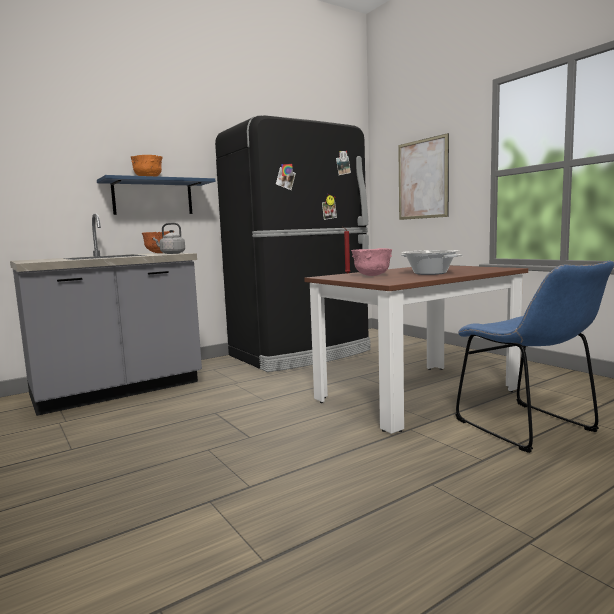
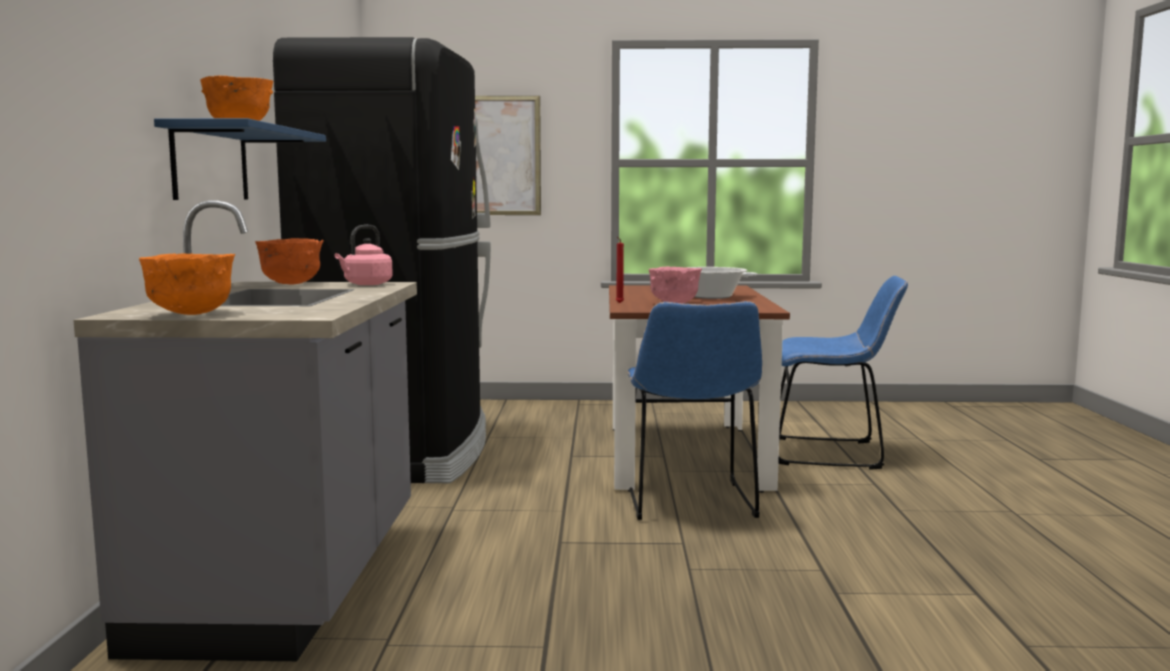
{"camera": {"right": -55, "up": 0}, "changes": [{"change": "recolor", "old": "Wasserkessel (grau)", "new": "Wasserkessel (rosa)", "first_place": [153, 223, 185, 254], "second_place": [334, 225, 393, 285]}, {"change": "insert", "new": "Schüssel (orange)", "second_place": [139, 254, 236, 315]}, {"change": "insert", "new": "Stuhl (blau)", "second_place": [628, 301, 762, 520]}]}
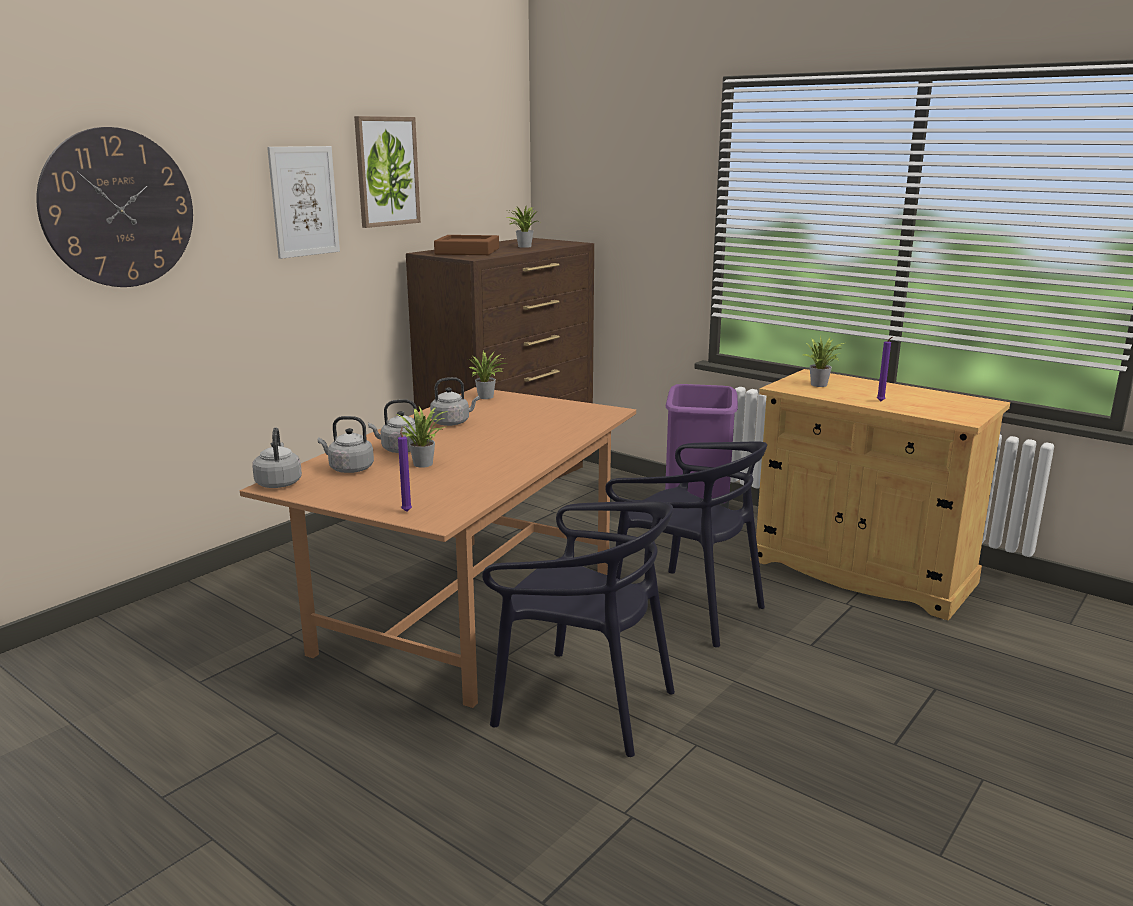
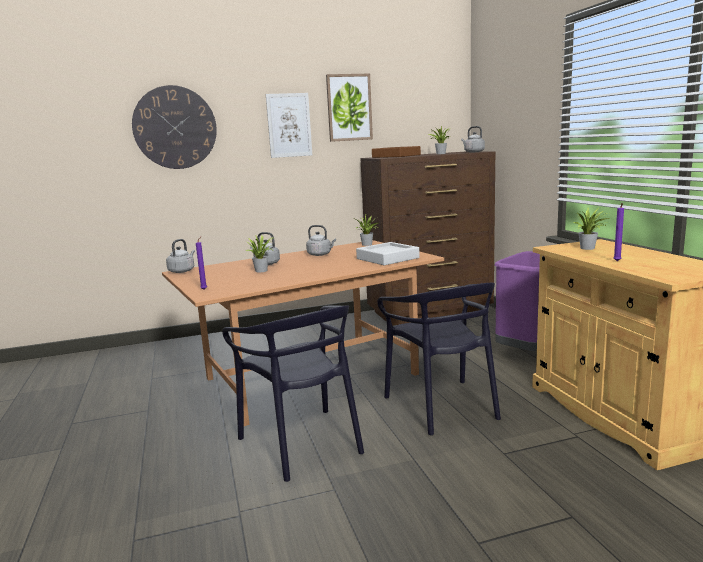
{"camera": {"right": 35, "up": -5}, "changes": [{"change": "move", "old": "Wasserkessel (grau)", "first_place": [318, 416, 374, 473], "second_place": [461, 126, 485, 153]}, {"change": "insert", "new": "Tablett (grau)", "second_place": [356, 242, 420, 265]}]}
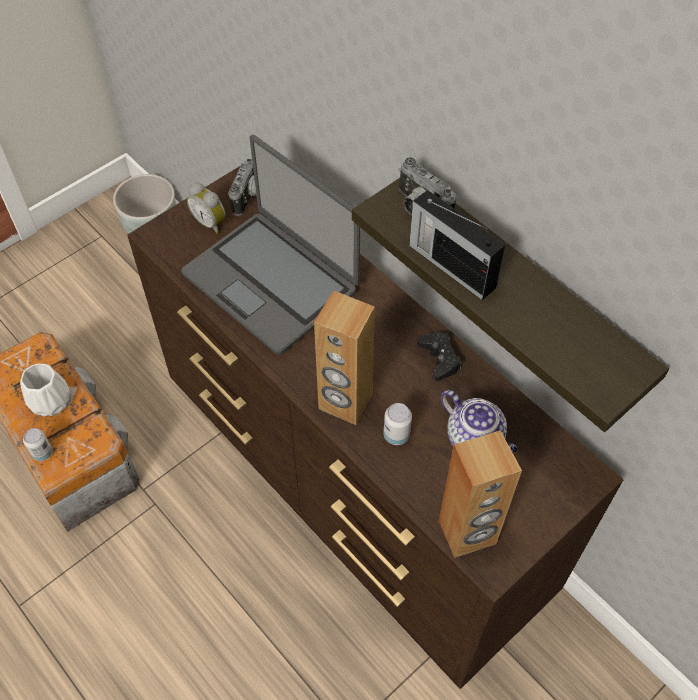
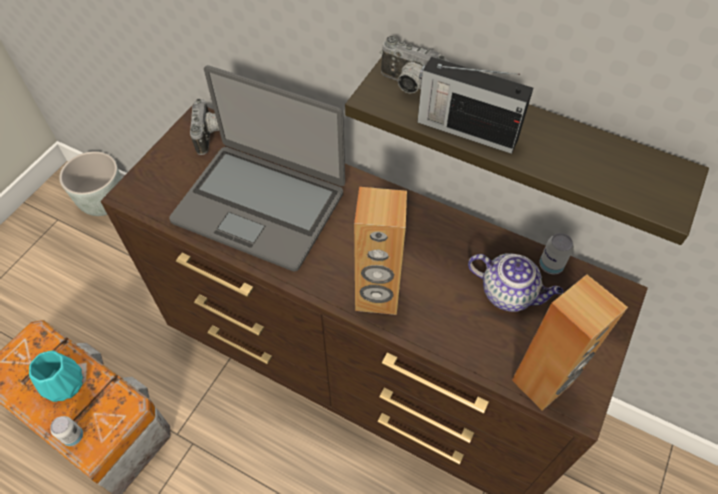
{"camera": {"right": -20, "up": 0}, "changes": [{"change": "delete", "old": "Wecker", "first_place": [187, 182, 225, 234]}, {"change": "delete", "old": "Gamepad (schwarz)", "first_place": [417, 332, 461, 381]}, {"change": "recolor", "old": "Vase (weiß)", "new": "Vase (türkis)", "first_place": [20, 363, 70, 416], "second_place": [29, 351, 83, 402]}, {"change": "move", "old": "Dose", "first_place": [383, 403, 412, 445], "second_place": [539, 233, 574, 274]}]}
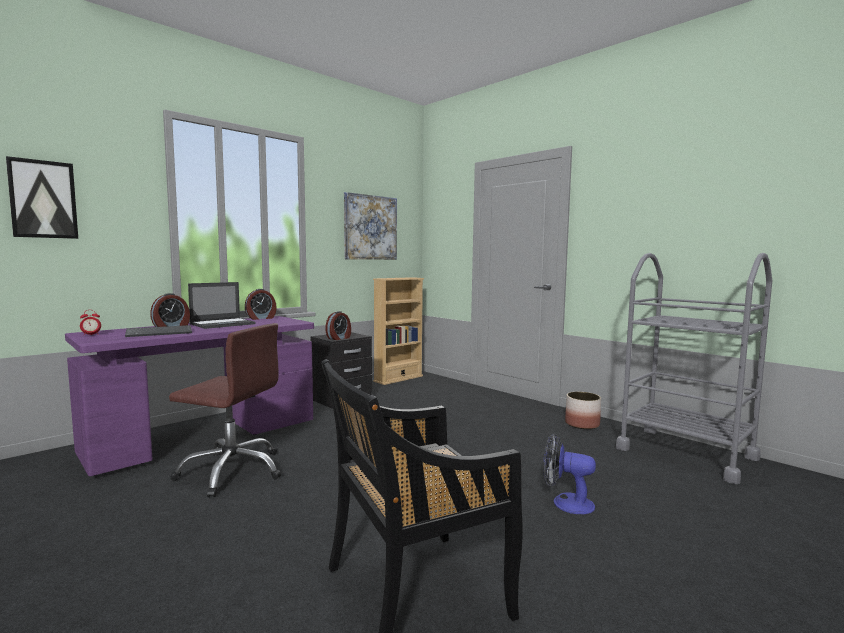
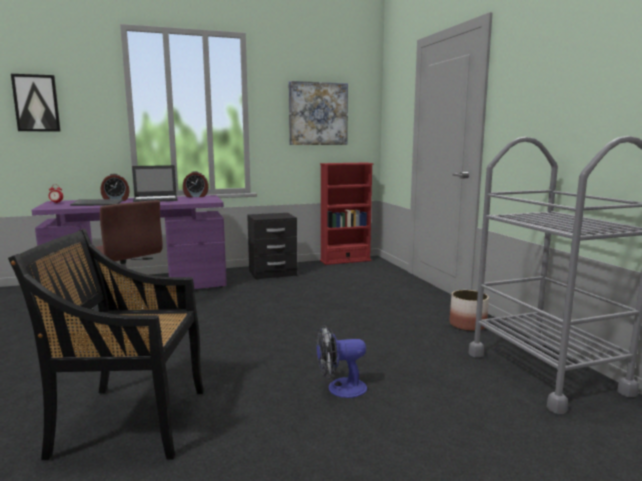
{"camera": {"right": 25, "up": 5}, "changes": [{"change": "recolor", "old": "Bücherregal (beige)", "new": "Bücherregal (rot)", "first_place": [373, 277, 424, 385], "second_place": [320, 163, 374, 265]}, {"change": "delete", "old": "Wecker", "first_place": [325, 311, 351, 340]}, {"change": "rotate", "old": "Ventilator", "first_place": [543, 433, 596, 514], "second_place": [316, 325, 367, 398], "degrees": -60}]}
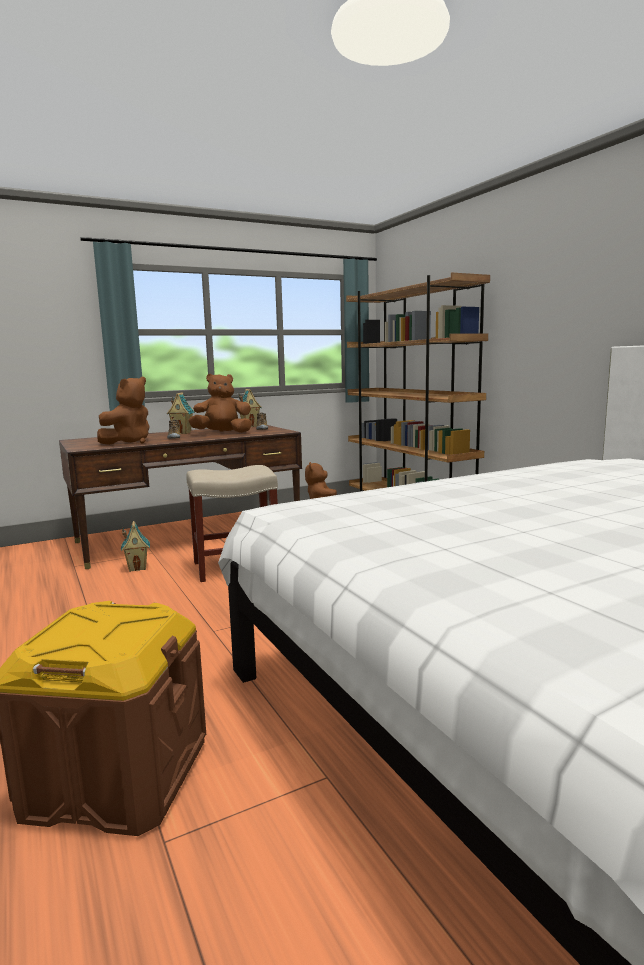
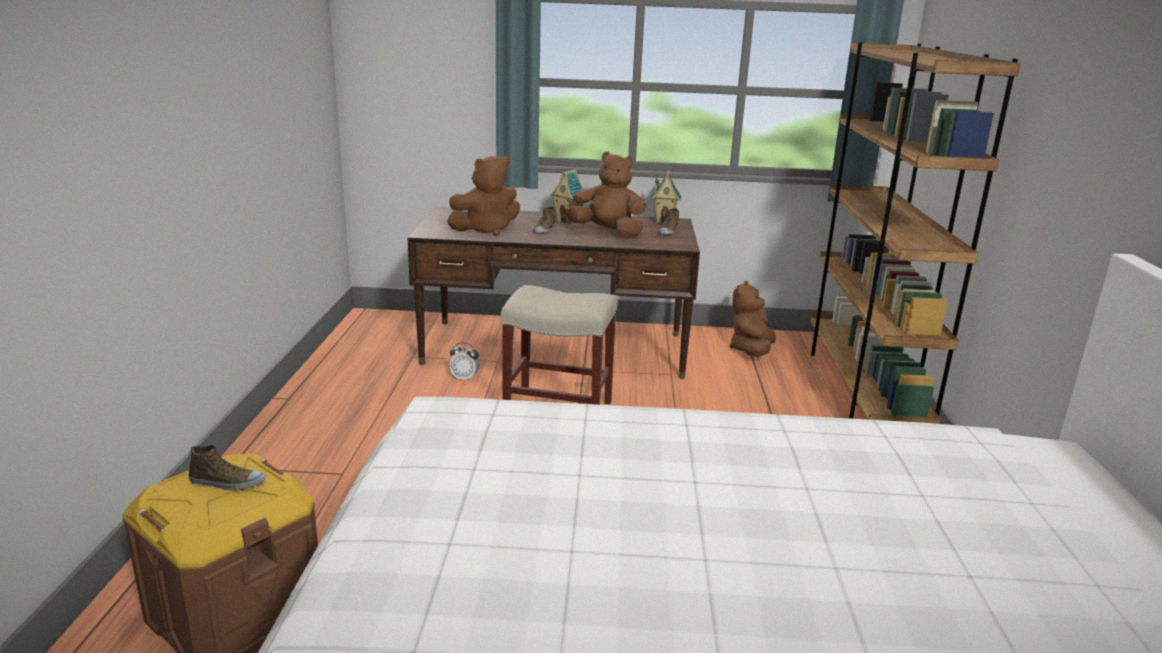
{"camera": {"right": 30, "up": 10}, "changes": [{"change": "replace", "old": "Spielzeughaus", "new": "Wecker", "first_place": [121, 521, 150, 572], "second_place": [449, 342, 480, 382]}, {"change": "insert", "new": "Schuh", "second_place": [189, 445, 265, 490]}]}
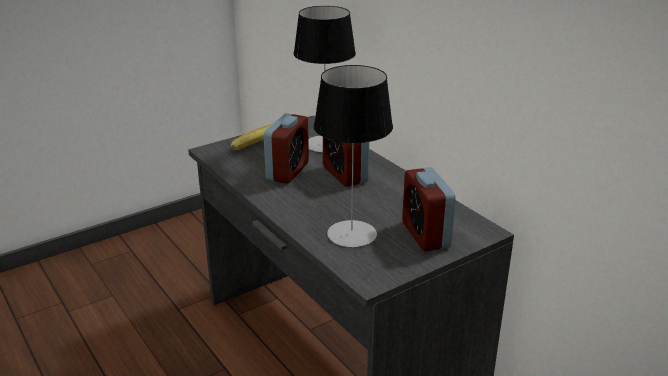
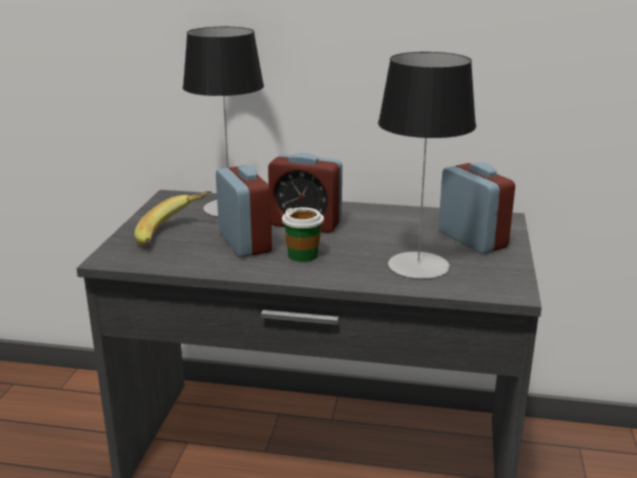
{"camera": {"right": -45, "up": -5}, "changes": [{"change": "rotate", "old": "Wecker", "first_place": [402, 167, 456, 251], "second_place": [438, 162, 515, 254], "degrees": -150}, {"change": "insert", "new": "Tasse", "second_place": [282, 207, 324, 262]}]}
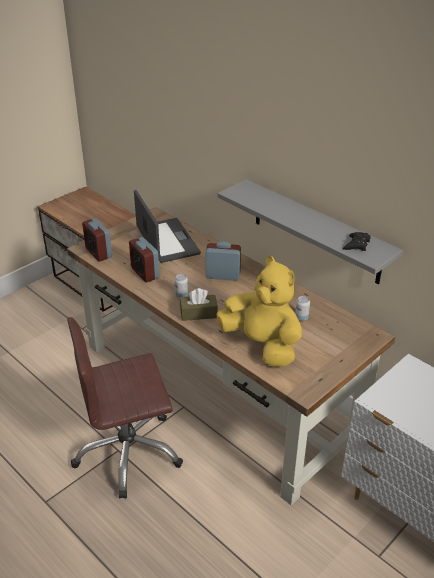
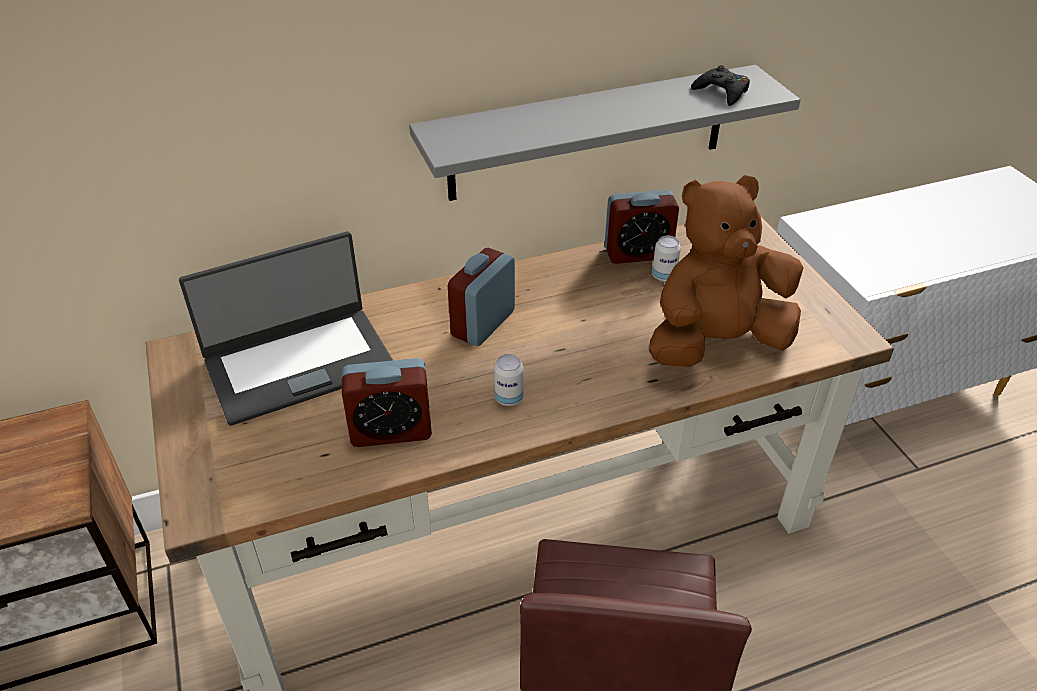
{"camera": {"right": -65, "up": 5}, "changes": [{"change": "rotate", "old": "Laptop", "first_place": [134, 190, 201, 263], "second_place": [179, 232, 393, 426], "degrees": 150}, {"change": "move", "old": "Wecker", "first_place": [82, 218, 112, 261], "second_place": [605, 190, 679, 264]}, {"change": "recolor", "old": "Plüschtier (gelb)", "new": "Plüschtier (braun)", "first_place": [216, 256, 302, 367], "second_place": [649, 175, 804, 367]}, {"change": "delete", "old": "Taschentuchbox (braun)", "first_place": [180, 288, 218, 321]}]}
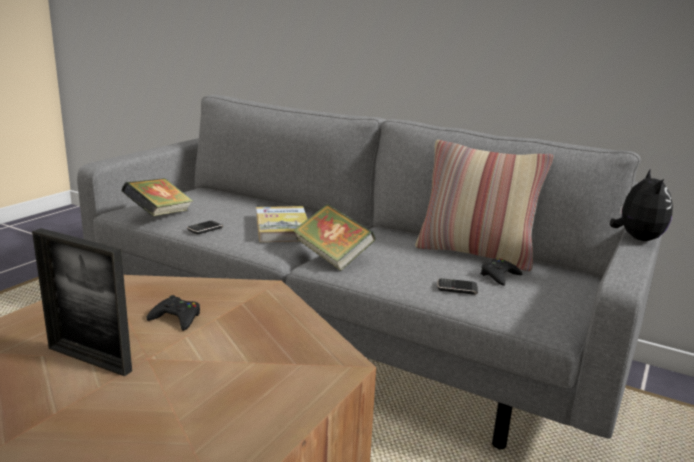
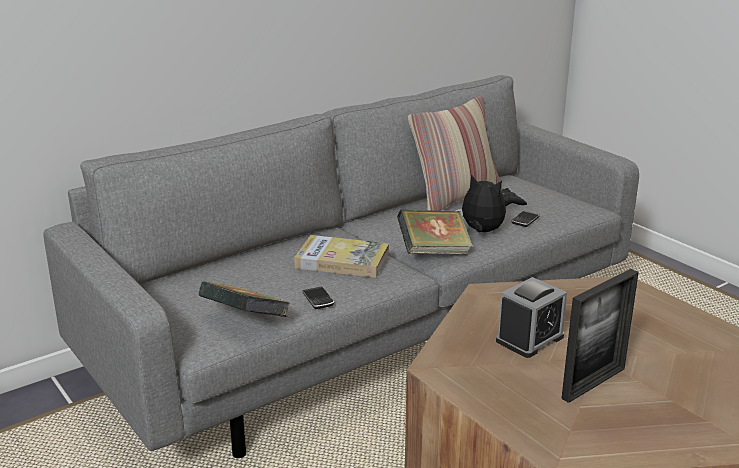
{"camera": {"right": -65, "up": 5}, "changes": [{"change": "move", "old": "Plüschtier", "first_place": [610, 169, 673, 241], "second_place": [454, 174, 506, 232]}, {"change": "replace", "old": "Gamepad (schwarz)", "new": "Wecker", "first_place": [146, 295, 200, 331], "second_place": [496, 277, 567, 358]}]}
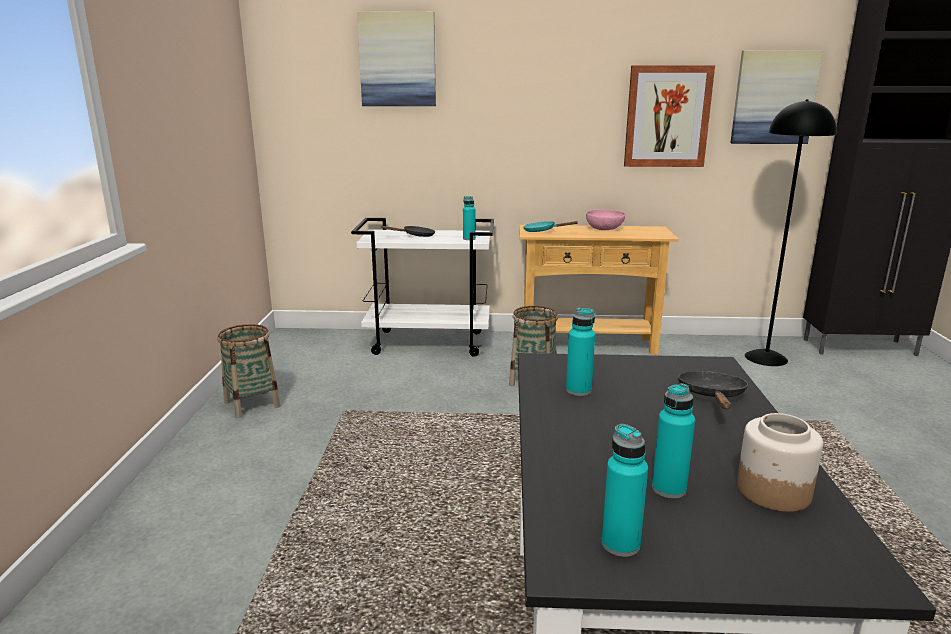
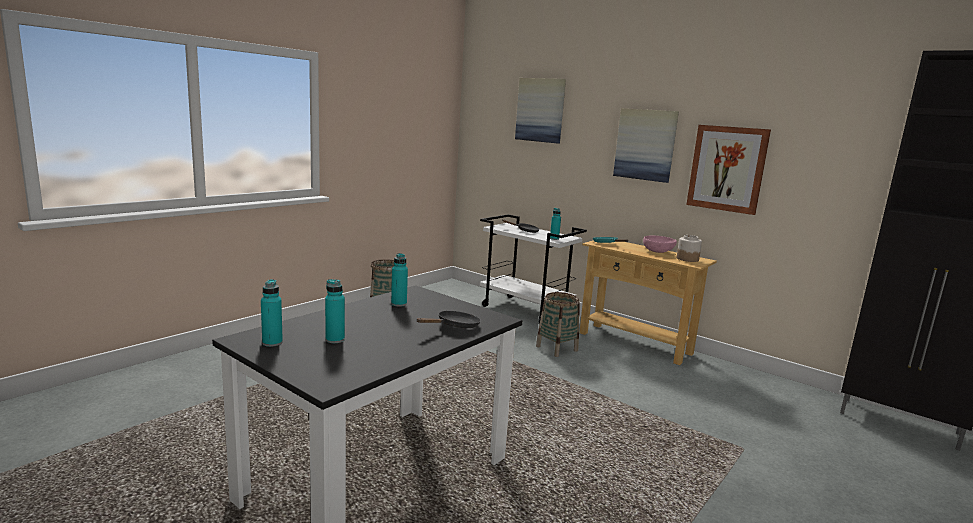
{"camera": {"right": 35, "up": -5}, "changes": [{"change": "move", "old": "Bild", "first_place": [730, 50, 823, 144], "second_place": [613, 108, 679, 183]}, {"change": "delete", "old": "Stehlampe (schwarz)", "first_place": [745, 99, 837, 366]}, {"change": "move", "old": "Vorratsglas", "first_place": [737, 413, 823, 512], "second_place": [677, 235, 702, 262]}]}
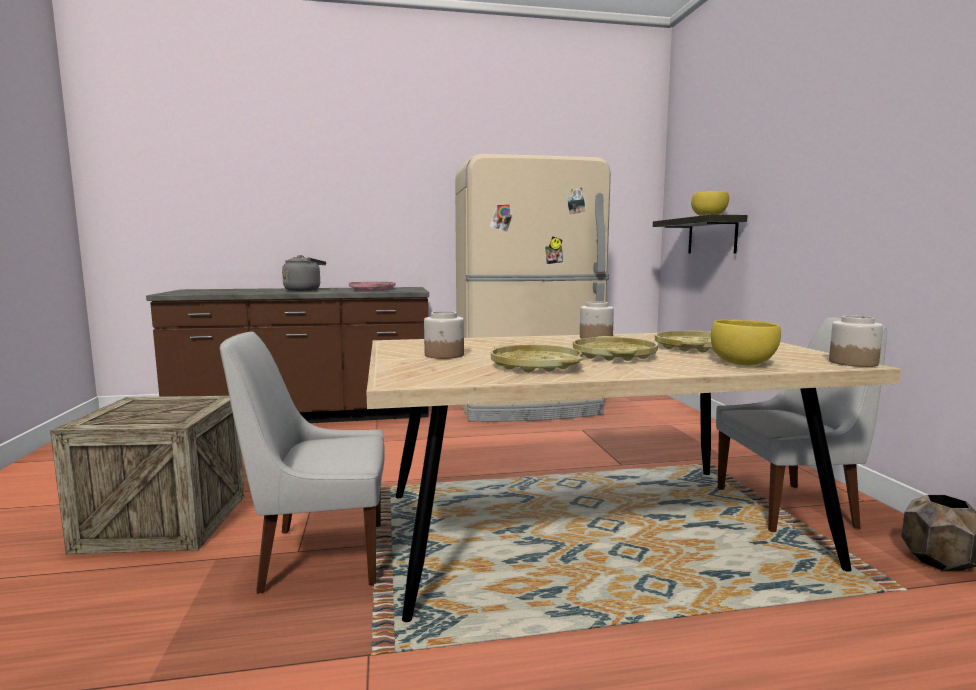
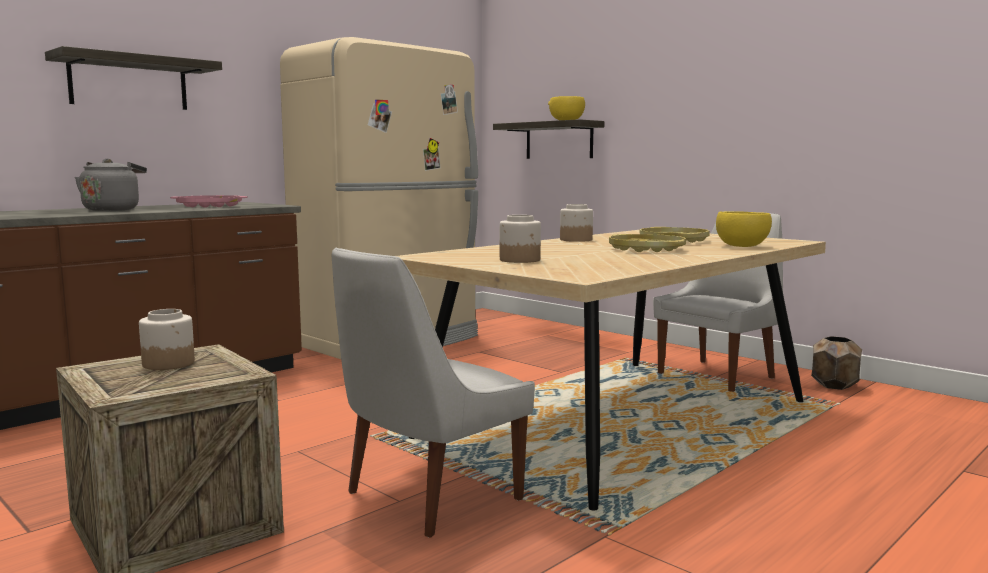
{"camera": {"right": -35, "up": 0}, "changes": [{"change": "move", "old": "Vorratsglas", "first_place": [829, 315, 883, 367], "second_place": [139, 309, 195, 370]}, {"change": "delete", "old": "Tablett (gelb)", "first_place": [491, 345, 583, 373]}, {"change": "insert", "new": "Wandregal", "second_place": [45, 46, 222, 110]}]}
